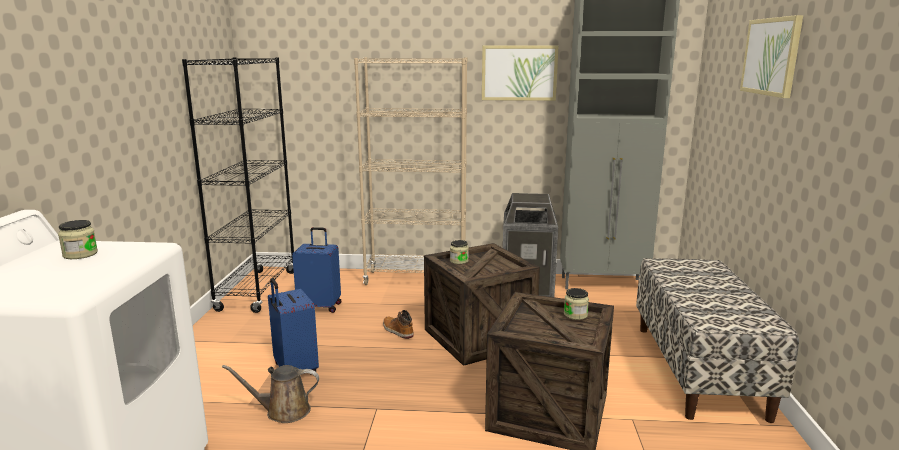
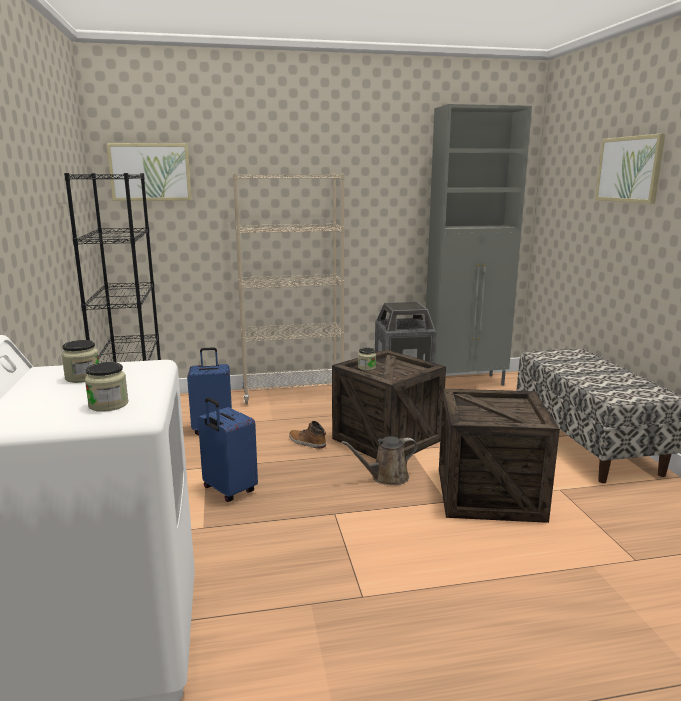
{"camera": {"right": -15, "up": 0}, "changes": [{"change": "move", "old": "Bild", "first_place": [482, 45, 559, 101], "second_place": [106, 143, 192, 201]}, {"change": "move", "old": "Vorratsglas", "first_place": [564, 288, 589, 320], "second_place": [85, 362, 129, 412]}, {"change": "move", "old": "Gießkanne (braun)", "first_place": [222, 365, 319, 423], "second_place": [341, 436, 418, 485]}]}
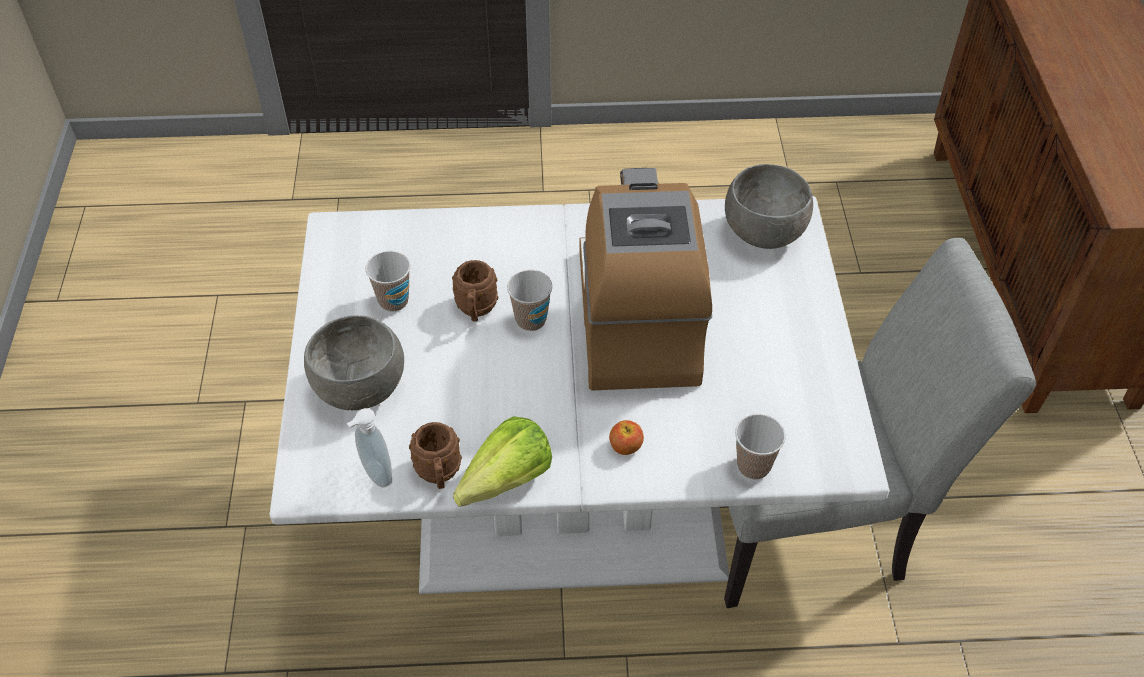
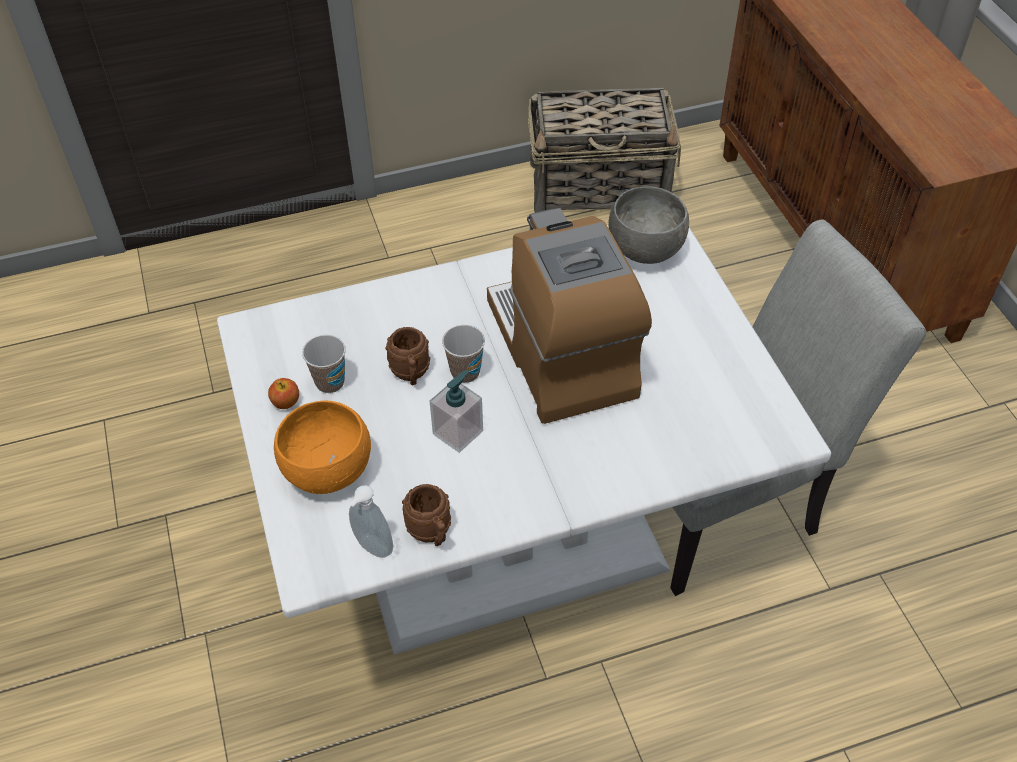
{"camera": {"right": -15, "up": 0}, "changes": [{"change": "recolor", "old": "Schüssel (grau)", "new": "Schüssel (orange)", "first_place": [304, 315, 404, 410], "second_place": [274, 400, 371, 494]}, {"change": "delete", "old": "Tasse", "first_place": [735, 414, 786, 479]}, {"change": "delete", "old": "Salatkopf", "first_place": [453, 416, 552, 507]}, {"change": "move", "old": "Apfel", "first_place": [609, 420, 644, 455], "second_place": [268, 378, 299, 409]}, {"change": "insert", "new": "Korb", "second_place": [528, 88, 681, 213]}, {"change": "insert", "new": "Seifenspender", "second_place": [430, 370, 483, 453]}]}
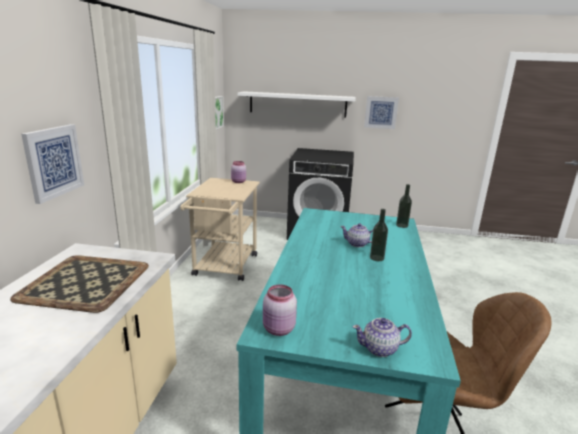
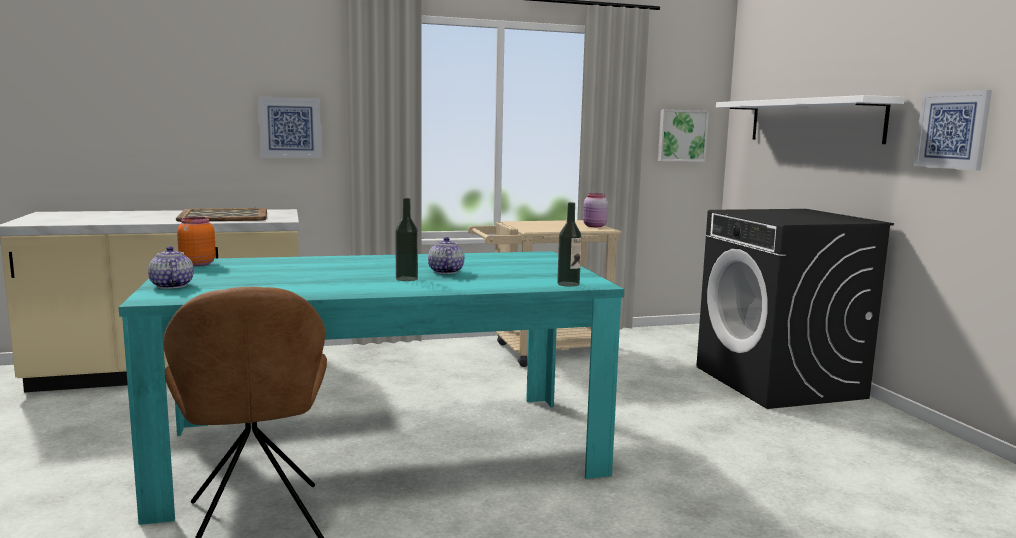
{"camera": {"right": 65, "up": -10}, "changes": [{"change": "recolor", "old": "Vorratsglas (rosa)", "new": "Vorratsglas (orange)", "first_place": [263, 284, 297, 336], "second_place": [177, 217, 216, 266]}]}
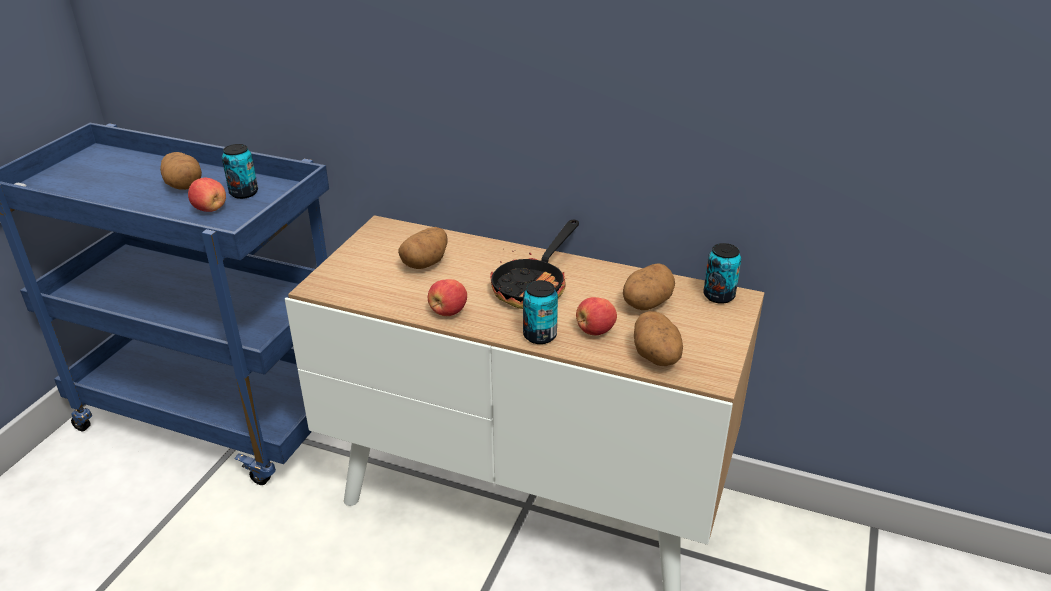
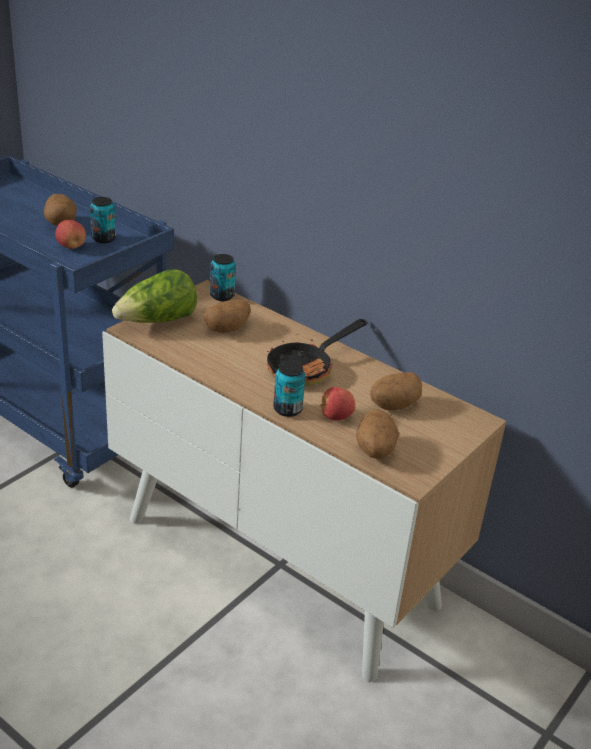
{"camera": {"right": 15, "up": 0}, "changes": [{"change": "move", "old": "Dose", "first_place": [703, 243, 741, 304], "second_place": [210, 254, 236, 301]}, {"change": "delete", "old": "Apfel", "first_place": [428, 279, 467, 316]}, {"change": "insert", "new": "Salatkopf", "second_place": [112, 269, 197, 323]}]}
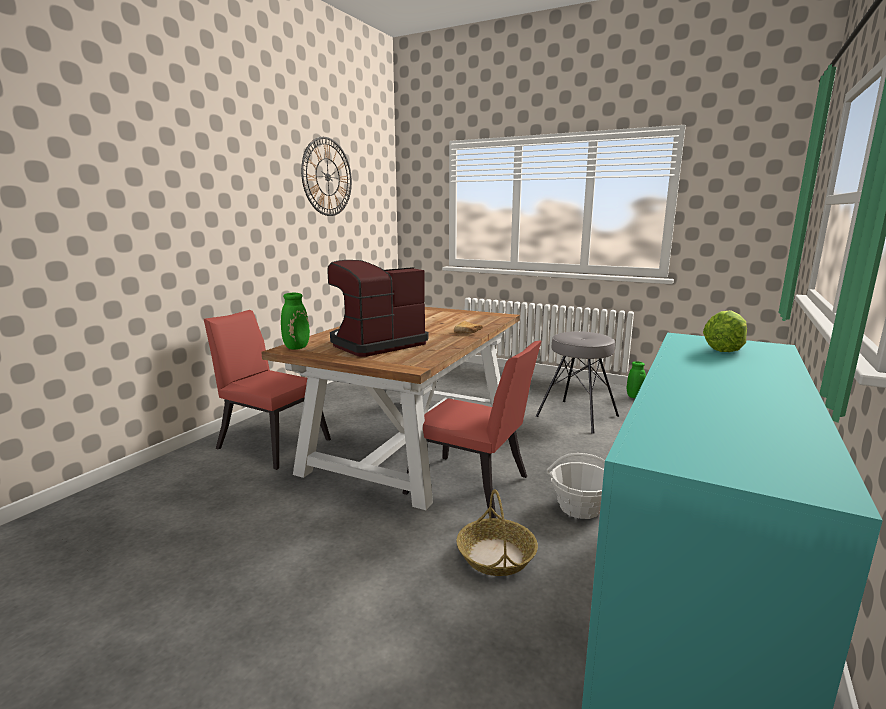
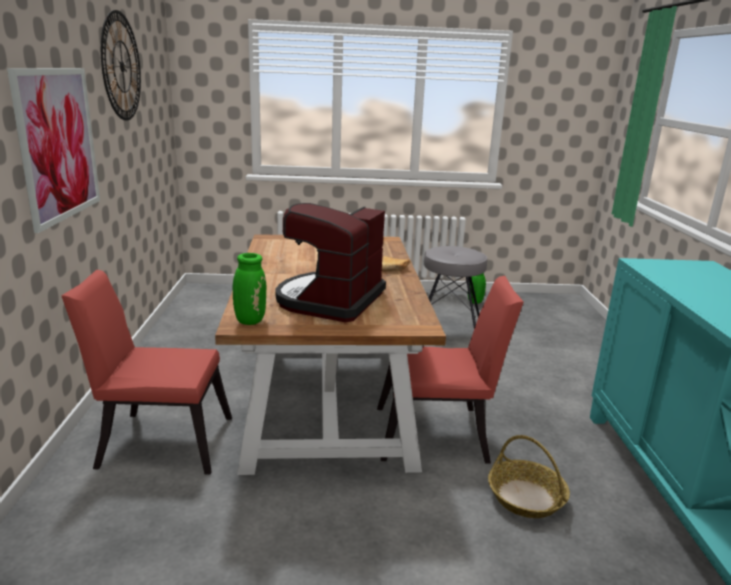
{"camera": {"right": -30, "up": 5}, "changes": [{"change": "delete", "old": "Salatkopf", "first_place": [703, 310, 747, 352]}, {"change": "delete", "old": "Korb", "first_place": [547, 453, 605, 519]}, {"change": "insert", "new": "Bild", "second_place": [7, 68, 100, 233]}]}
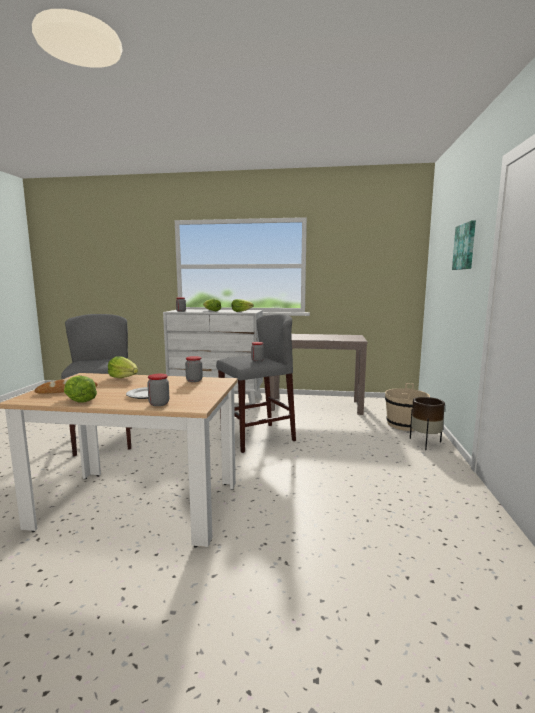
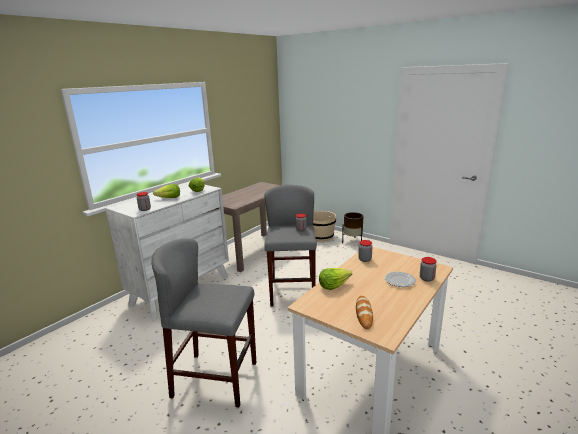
{"camera": {"right": -60, "up": 10}, "changes": [{"change": "delete", "old": "Bild", "first_place": [452, 221, 476, 270]}, {"change": "delete", "old": "Salatkopf", "first_place": [64, 375, 97, 402]}]}
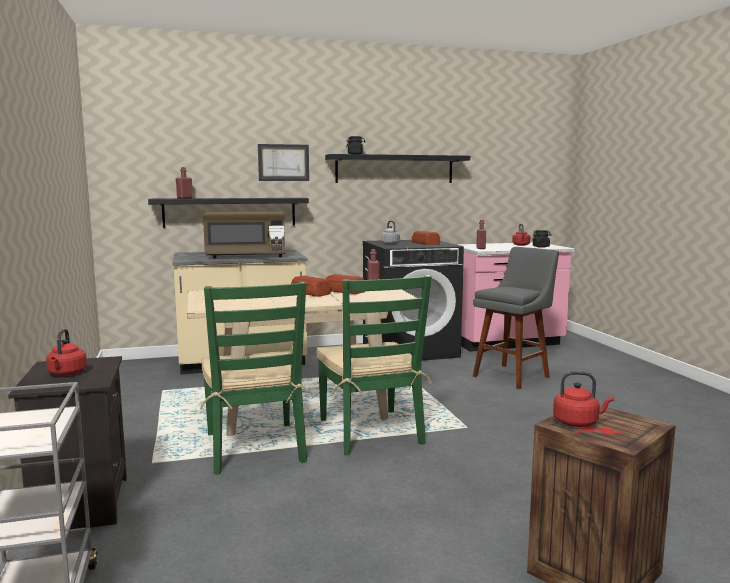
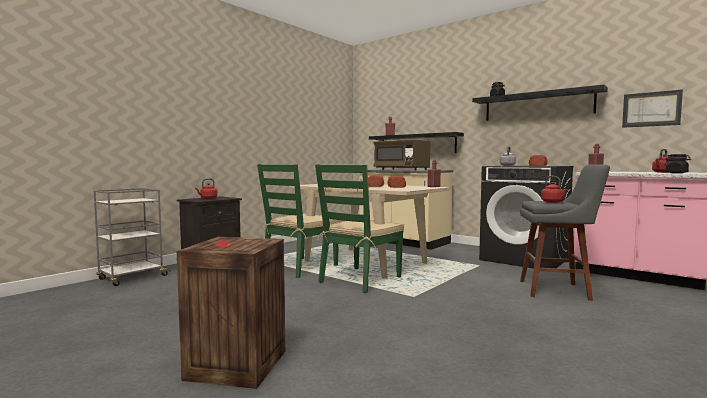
{"camera": {"right": 55, "up": -5}, "changes": [{"change": "move", "old": "Bild", "first_place": [258, 144, 309, 181], "second_place": [622, 89, 683, 128]}, {"change": "move", "old": "Wasserkessel (rot)", "first_place": [553, 371, 614, 427], "second_place": [541, 176, 568, 203]}]}
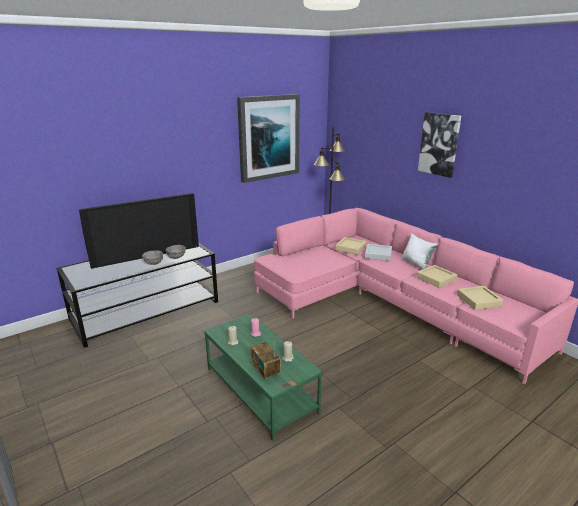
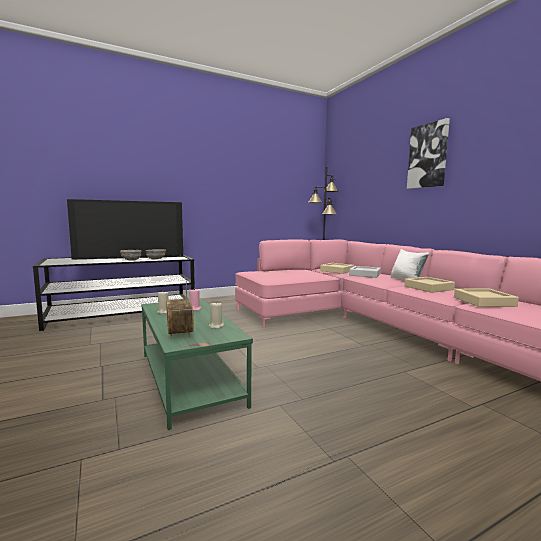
{"camera": {"right": 10, "up": -15}, "changes": [{"change": "delete", "old": "Bild", "first_place": [237, 94, 300, 183]}]}
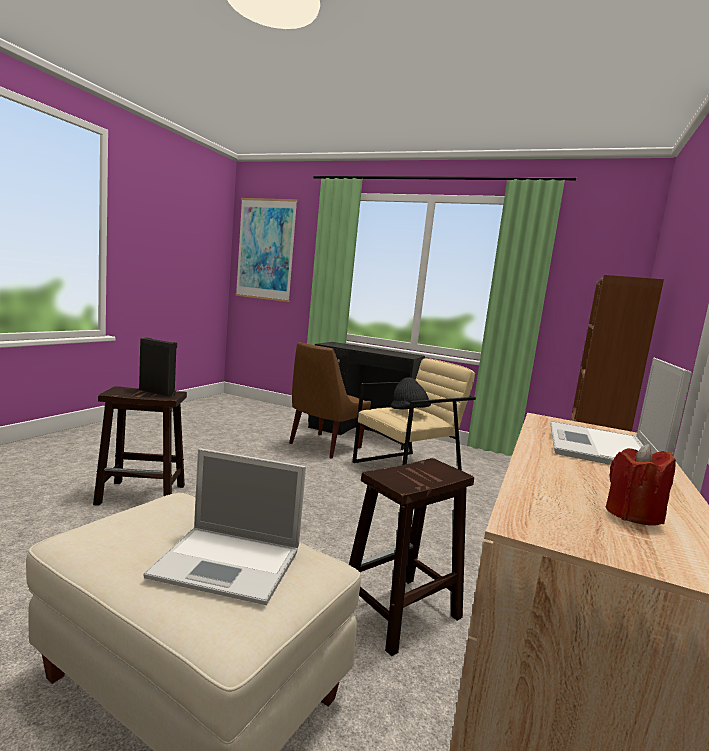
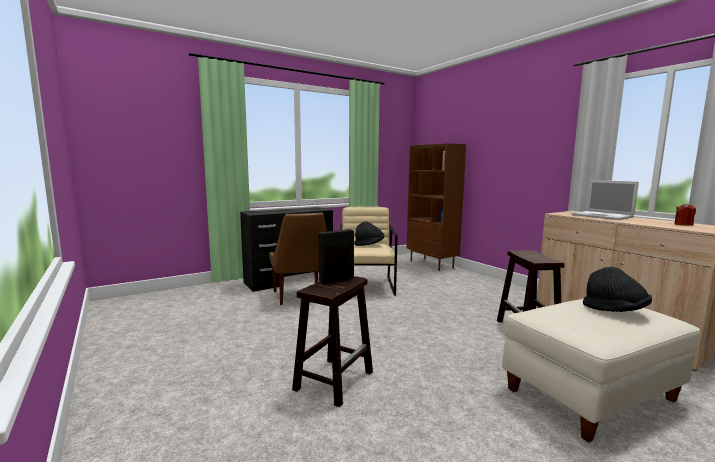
{"camera": {"right": -55, "up": 0}, "changes": [{"change": "delete", "old": "Bild", "first_place": [235, 198, 298, 302]}, {"change": "replace", "old": "Laptop", "new": "Hut (schwarz)", "first_place": [143, 448, 306, 605], "second_place": [583, 267, 652, 312]}]}
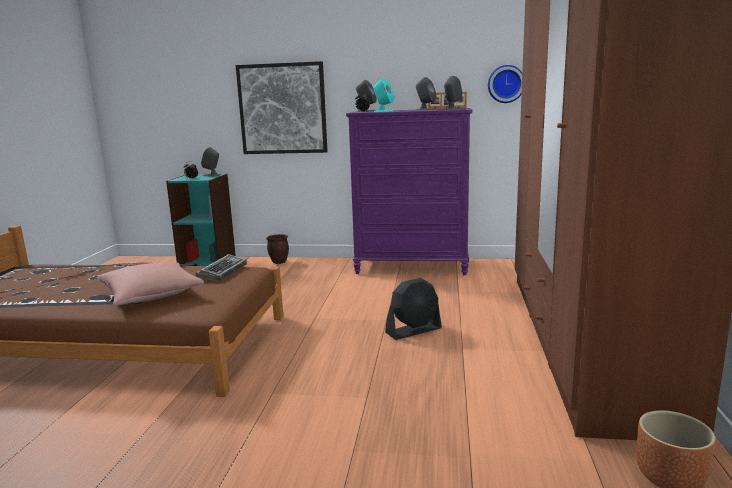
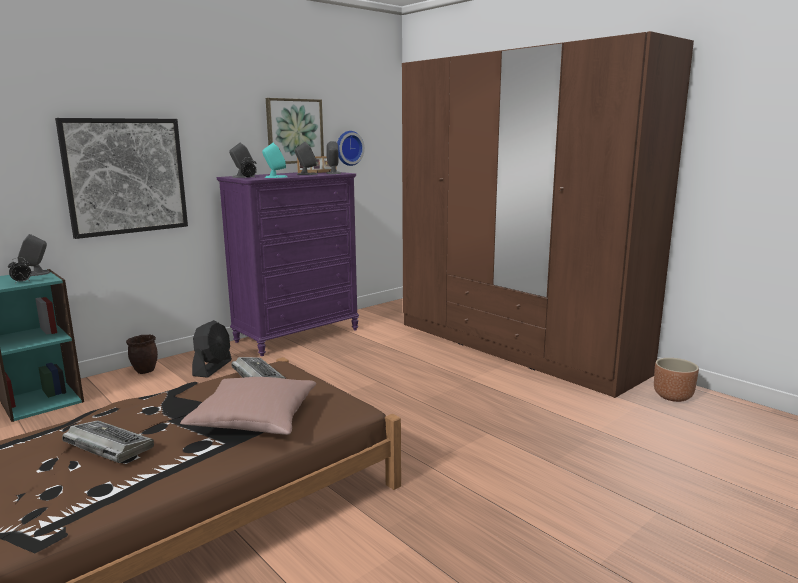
{"camera": {"right": -50, "up": 0}, "changes": [{"change": "move", "old": "Ventilator (schwarz)", "first_place": [385, 278, 442, 340], "second_place": [192, 320, 232, 378]}, {"change": "insert", "new": "Bild", "second_place": [266, 98, 324, 164]}, {"change": "insert", "new": "Tastatur", "second_place": [62, 421, 154, 463]}]}
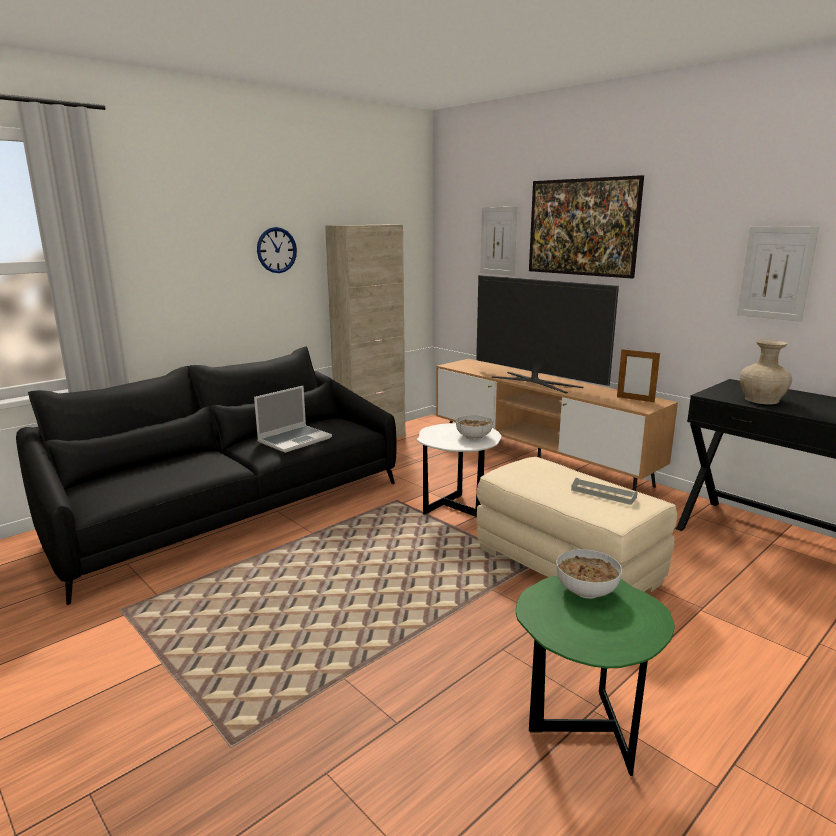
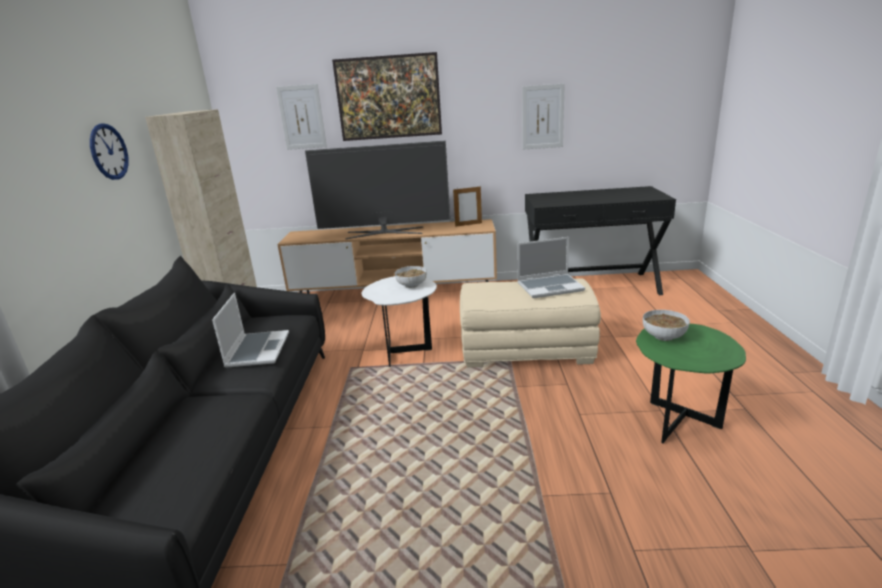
{"camera": {"right": -45, "up": 5}, "changes": [{"change": "delete", "old": "Vase (beige)", "first_place": [740, 340, 792, 404]}, {"change": "replace", "old": "Tablett (grau)", "new": "Laptop", "first_place": [571, 478, 638, 505], "second_place": [517, 237, 585, 298]}]}
